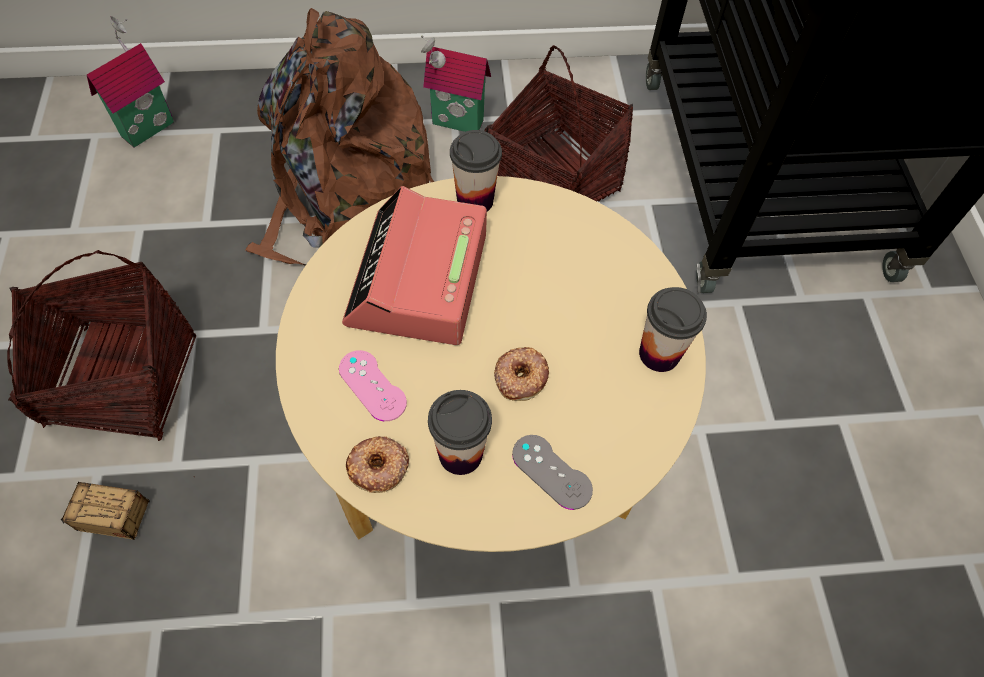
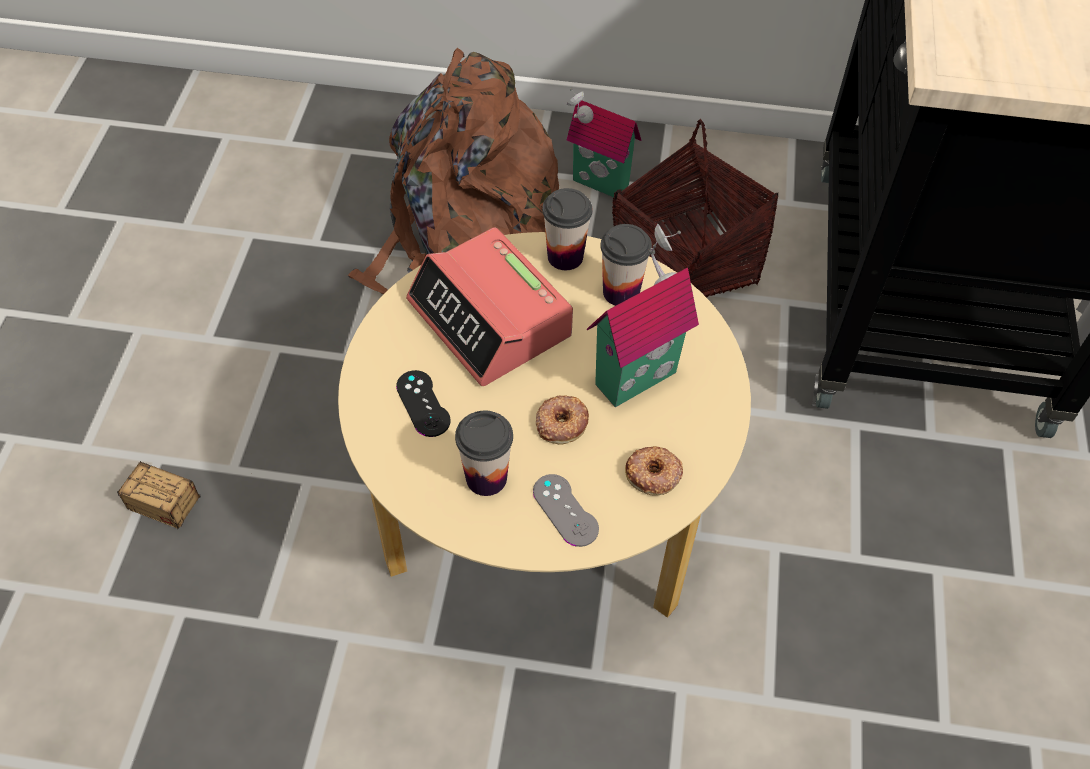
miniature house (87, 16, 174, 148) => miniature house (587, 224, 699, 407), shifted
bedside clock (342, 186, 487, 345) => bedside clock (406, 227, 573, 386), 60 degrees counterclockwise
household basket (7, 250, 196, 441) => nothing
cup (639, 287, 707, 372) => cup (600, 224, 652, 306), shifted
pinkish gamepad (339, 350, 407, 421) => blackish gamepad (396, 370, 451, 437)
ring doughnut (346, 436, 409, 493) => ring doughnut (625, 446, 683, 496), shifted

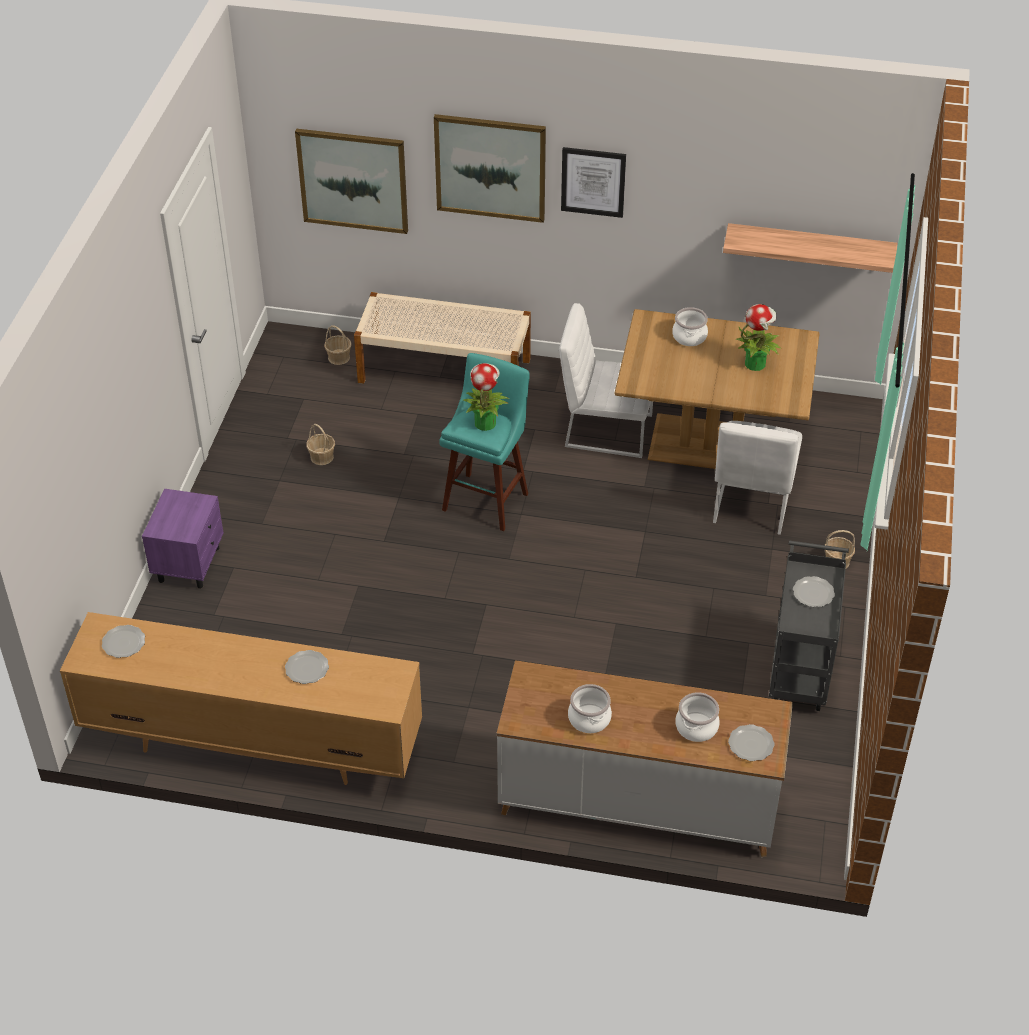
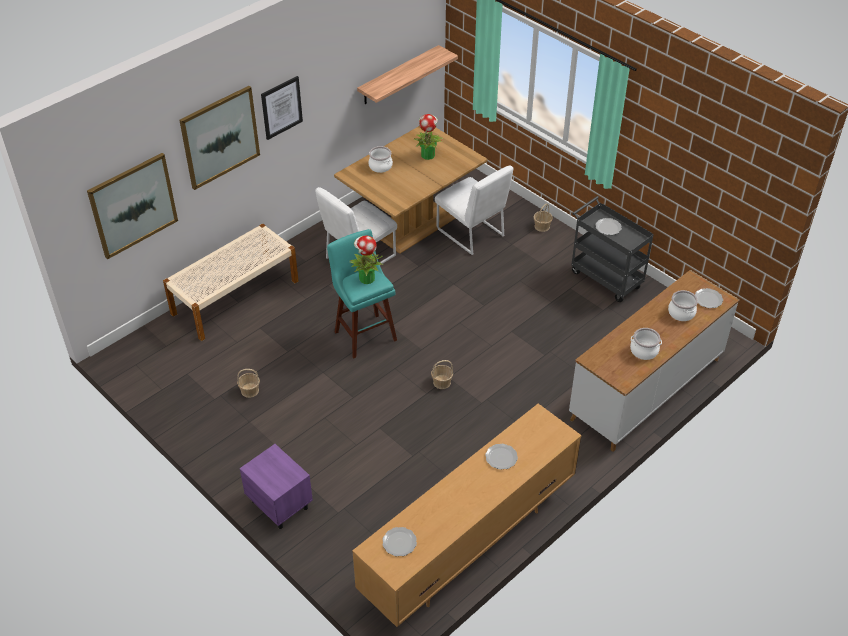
household basket (324, 325, 352, 365) => household basket (431, 360, 453, 389), shifted

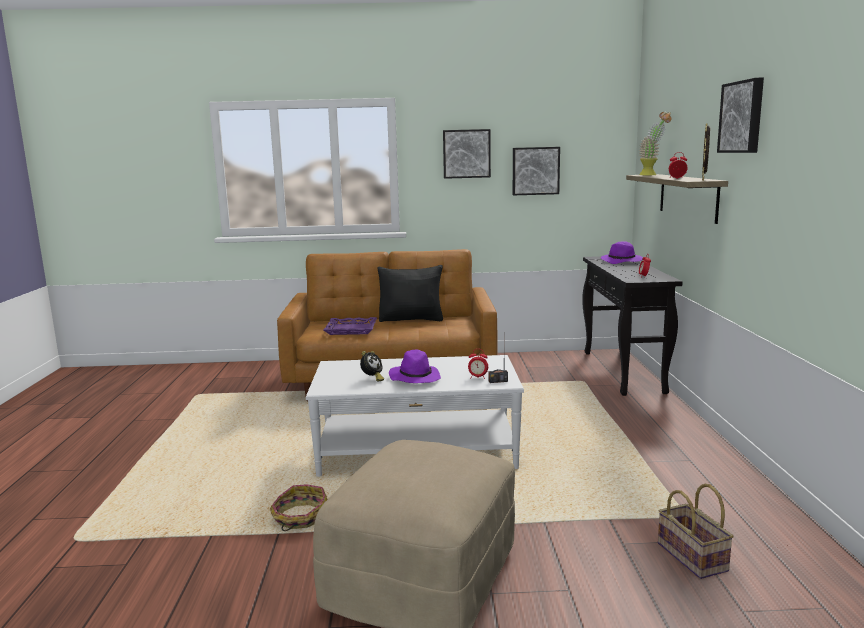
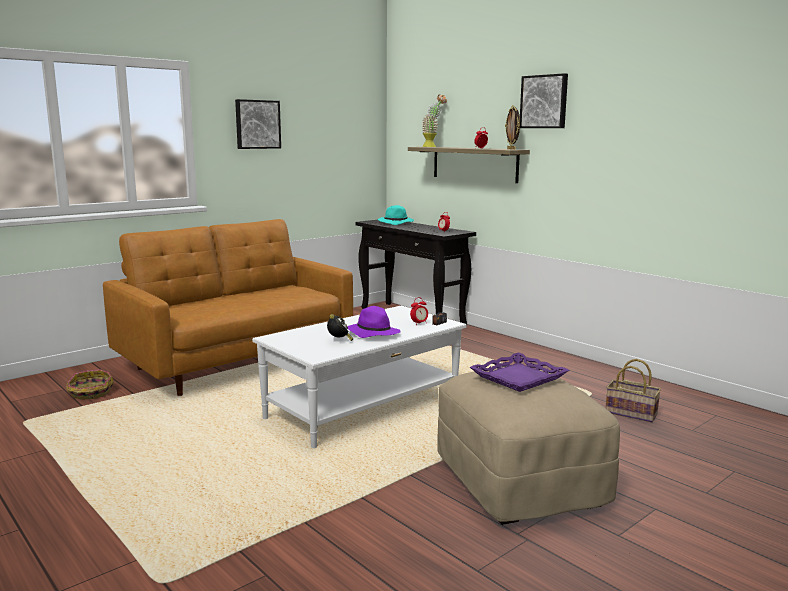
wall art (513, 147, 560, 195) => nothing
purple-coloured wearable hat (601, 242, 643, 264) => blue-green wearable hat (378, 205, 414, 225)
blackish pillow (378, 265, 443, 322) => nothing
purple-coloured serving tray (323, 317, 377, 335) => purple-coloured serving tray (470, 352, 569, 392), shifted
household basket (270, 484, 328, 531) => household basket (66, 369, 114, 400), shifted

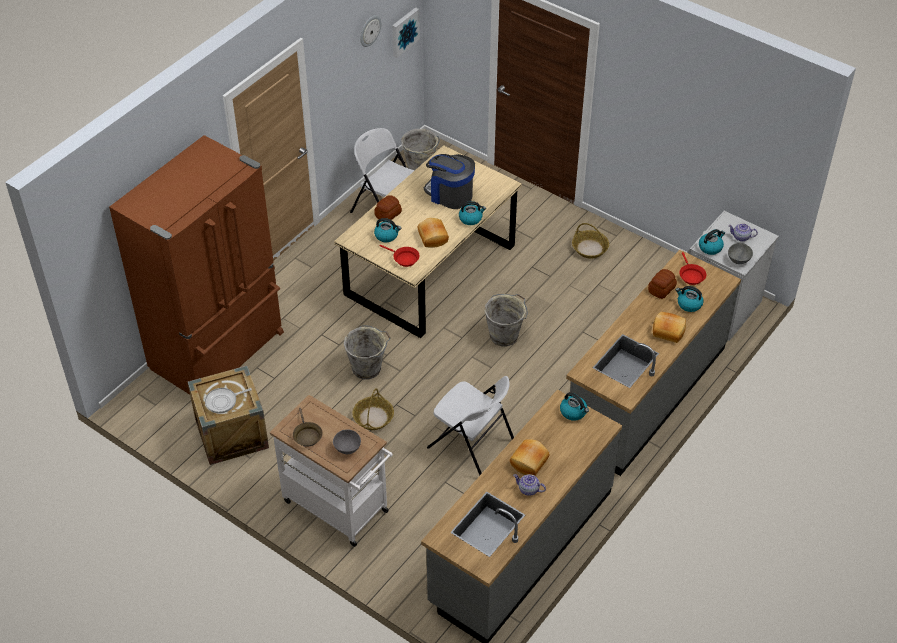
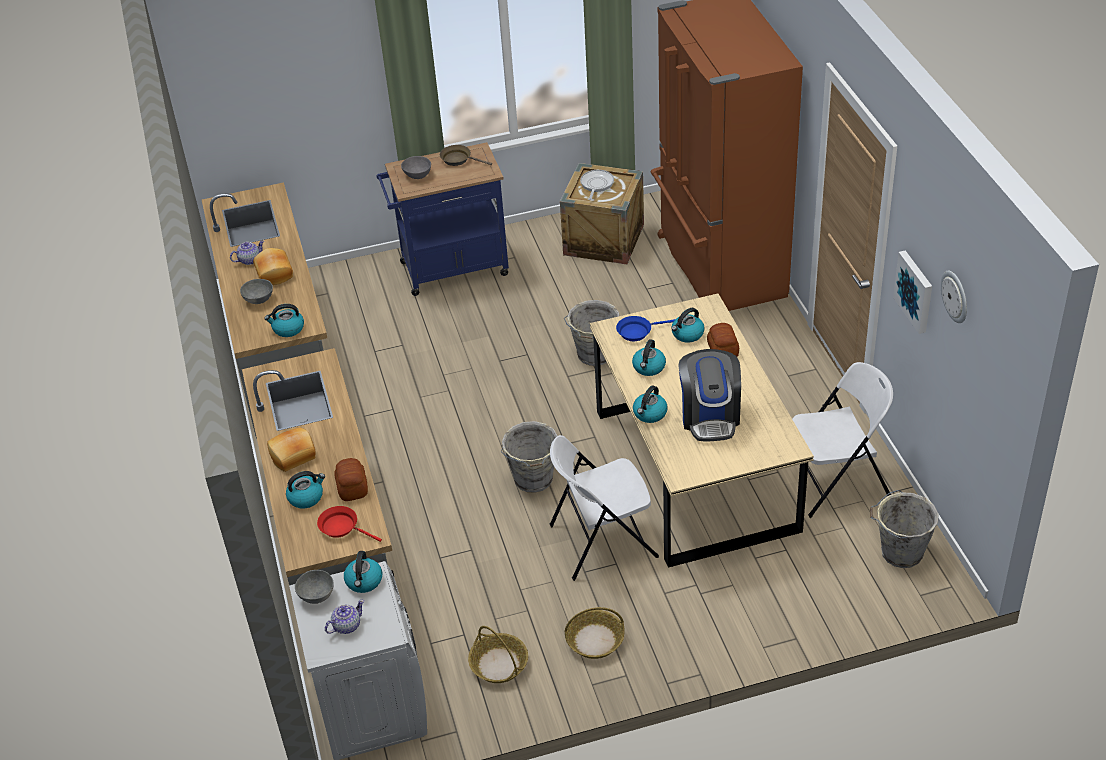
wall art (392, 7, 420, 58) => wall art (893, 250, 932, 334), shifted
coffee brewer (424, 154, 475, 209) => coffee brewer (678, 349, 741, 441), 105 degrees clockwise
baked bread (417, 218, 449, 248) => water kettle (632, 339, 666, 376)
red-coloured skillet (380, 245, 419, 267) => blue-coloured skillet (616, 316, 675, 341)
white upright chair (427, 376, 514, 475) => white upright chair (550, 435, 659, 581), shifted
household basket (352, 388, 394, 430) => household basket (468, 626, 528, 683), shifted
white wheeled cart (270, 395, 393, 547) => blue-coloured wheeled cart (376, 142, 509, 296)
nothing => gray bowl (240, 279, 273, 304)

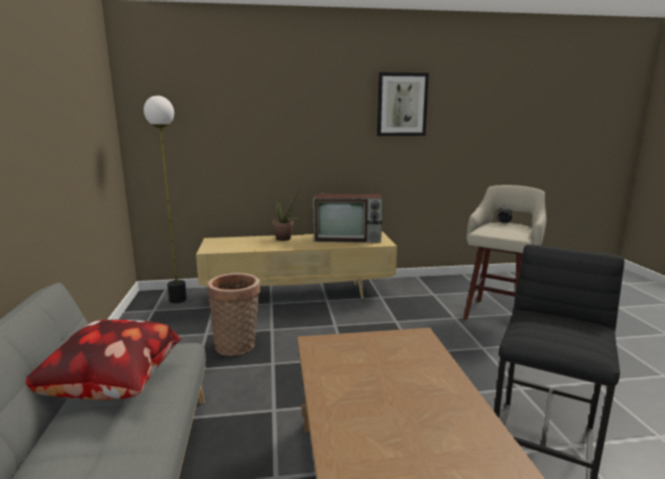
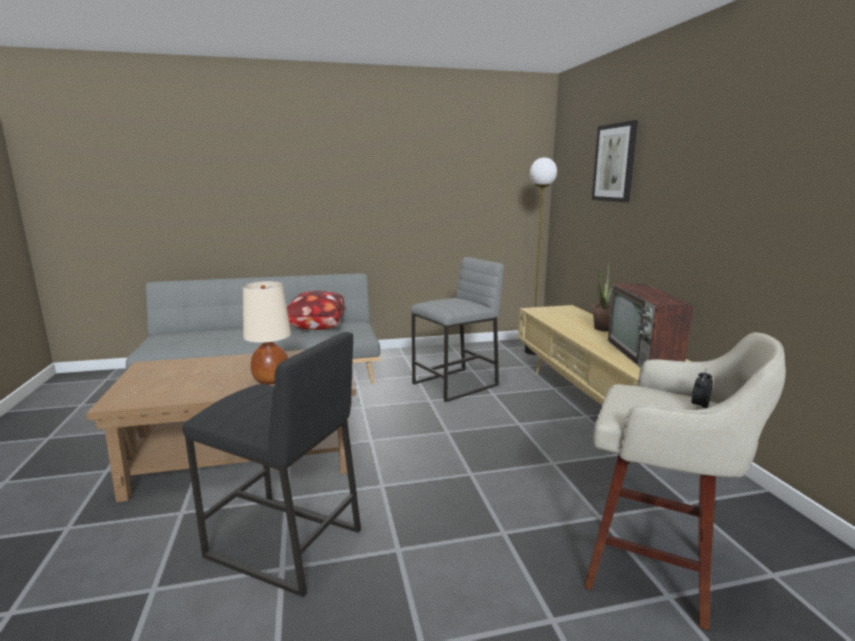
wall art (377, 72, 429, 136) => wall art (592, 120, 638, 202), shifted
household basket (207, 273, 260, 356) => gray sitting stool (411, 257, 504, 402)
nothing => sand-coloured table lamp (243, 281, 291, 385)

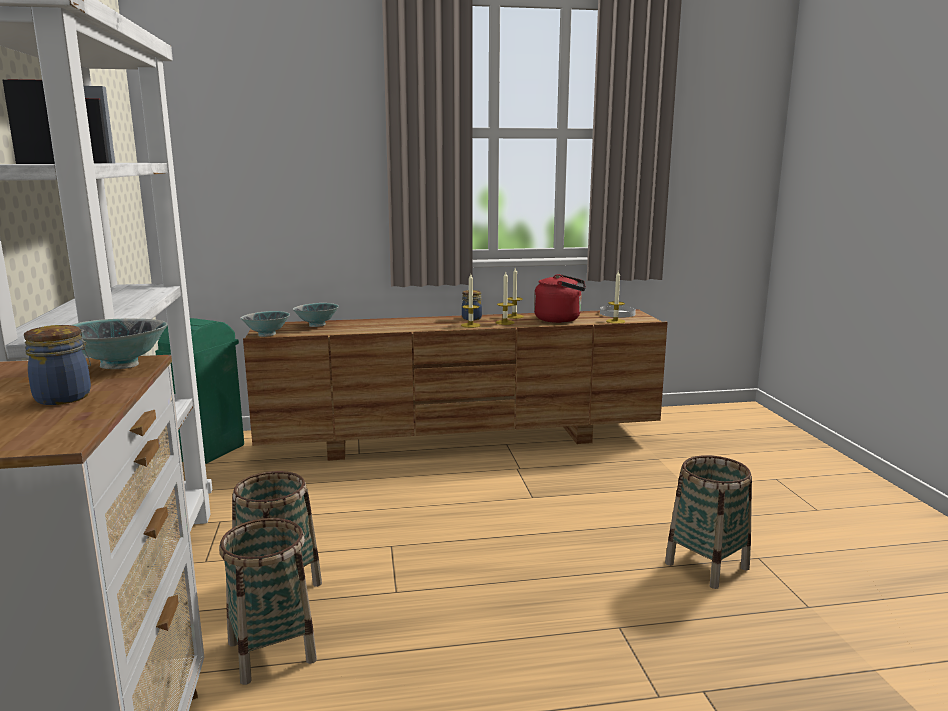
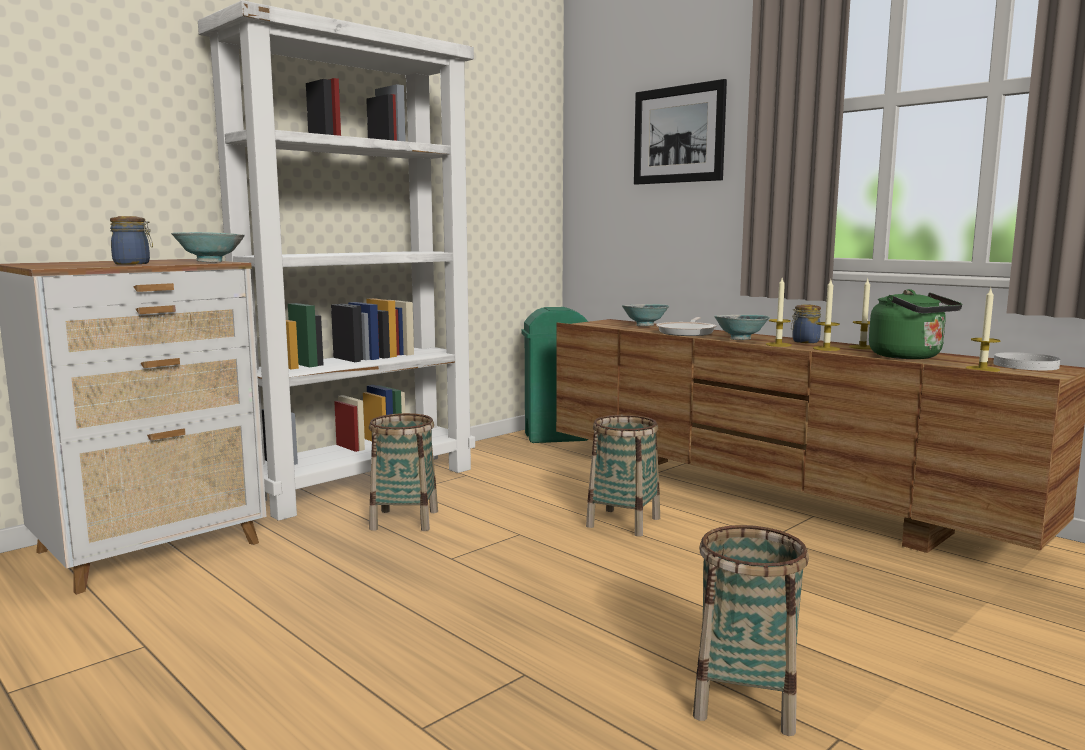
red-coloured water kettle (534, 274, 586, 323) => green water kettle (869, 289, 962, 359)
bowl (241, 311, 290, 337) => bowl (714, 315, 770, 340), shifted
household basket (219, 518, 317, 685) => household basket (586, 415, 660, 536), shifted
nothing => wall art (634, 79, 727, 185)
nothing => skillet (656, 317, 716, 336)

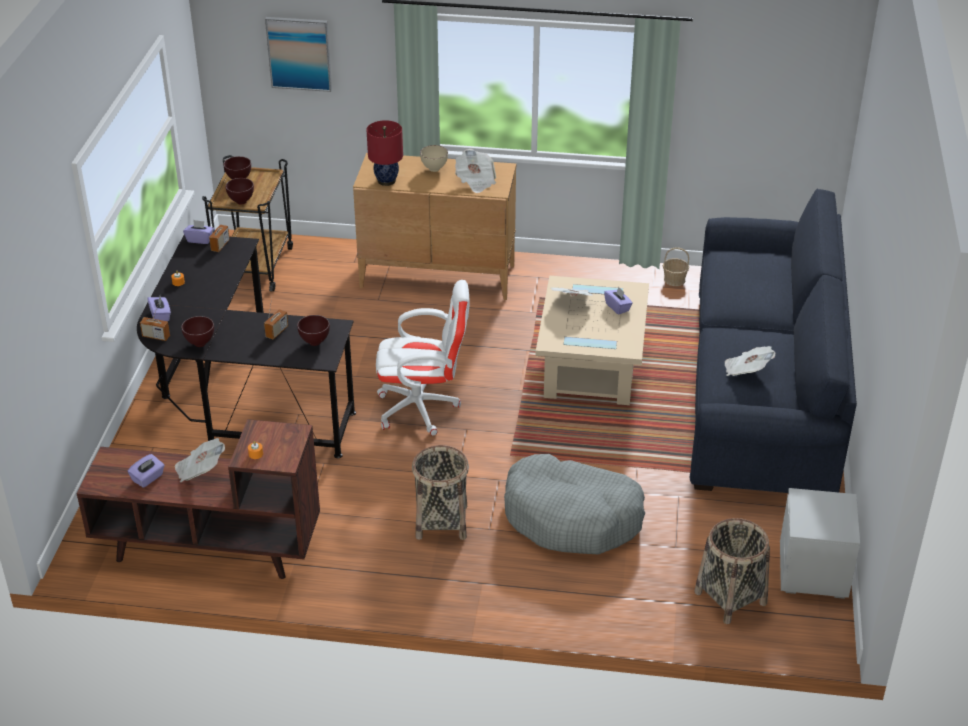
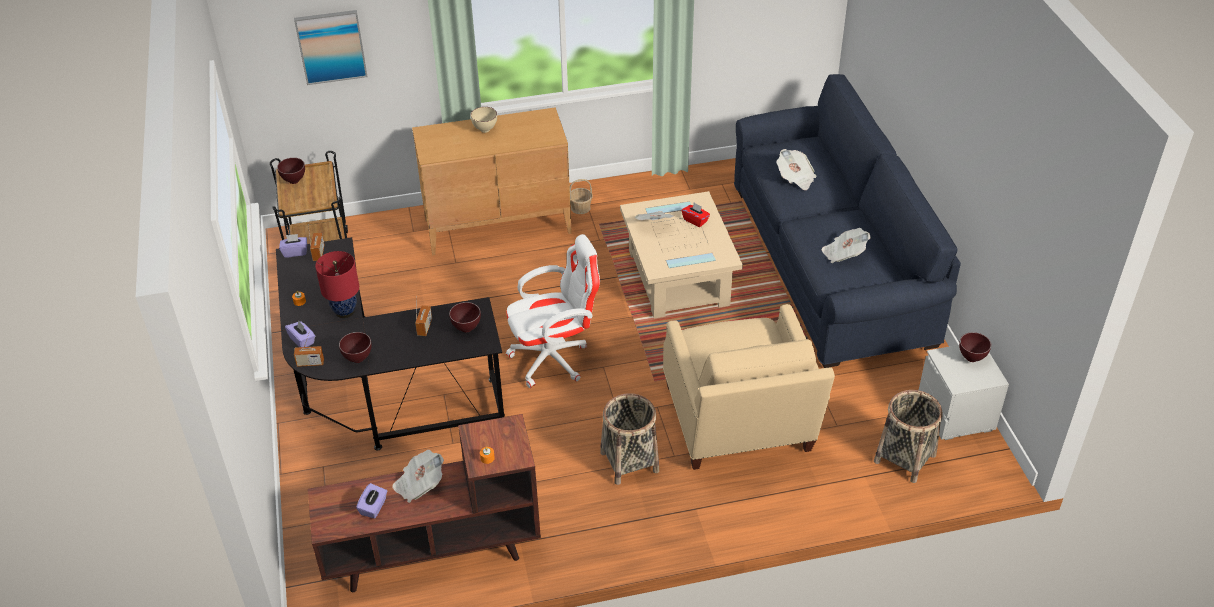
red-coloured table lamp (367, 120, 403, 186) => red-coloured table lamp (315, 251, 359, 318), shifted
printed paper (455, 149, 496, 193) => printed paper (776, 149, 816, 190), shifted
brownish bowl (225, 178, 254, 205) => brownish bowl (959, 332, 991, 362), shifted
household basket (663, 247, 689, 286) => household basket (570, 179, 593, 214), shifted
purple-coloured tissue holder (604, 287, 633, 315) => red-coloured tissue holder (682, 203, 710, 227)
gray dog cushion (504, 454, 645, 555) => sand-coloured easy chair (663, 304, 835, 470)

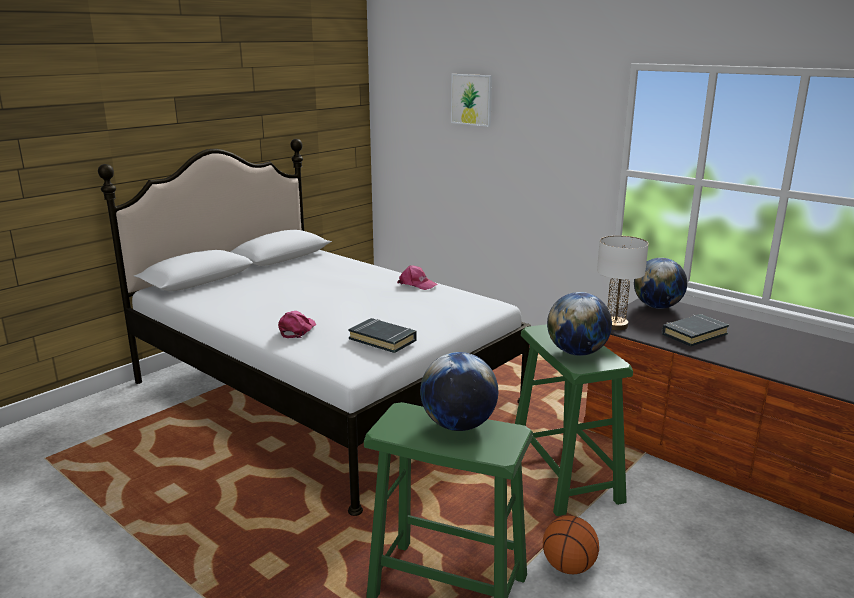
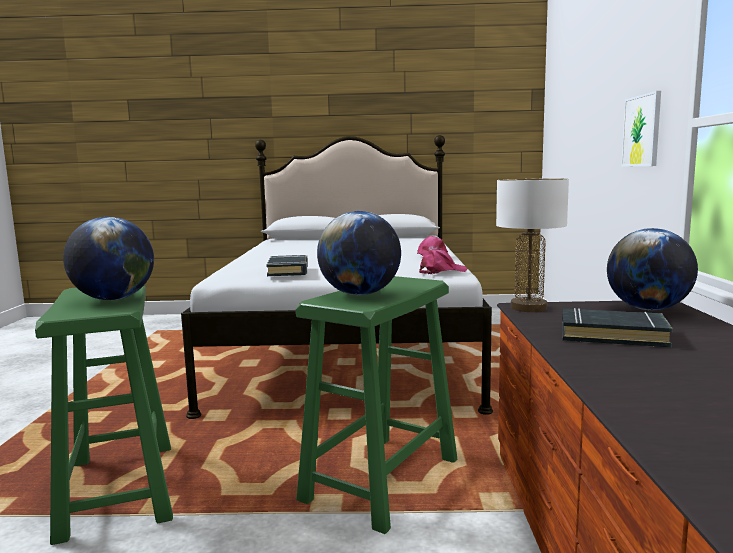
wall art (451, 74, 492, 127) => wall art (621, 91, 661, 167), shifted
pinkish peaked cap (278, 311, 316, 338) => pinkish peaked cap (419, 249, 467, 274), shifted
basketball (543, 516, 599, 574) => nothing

